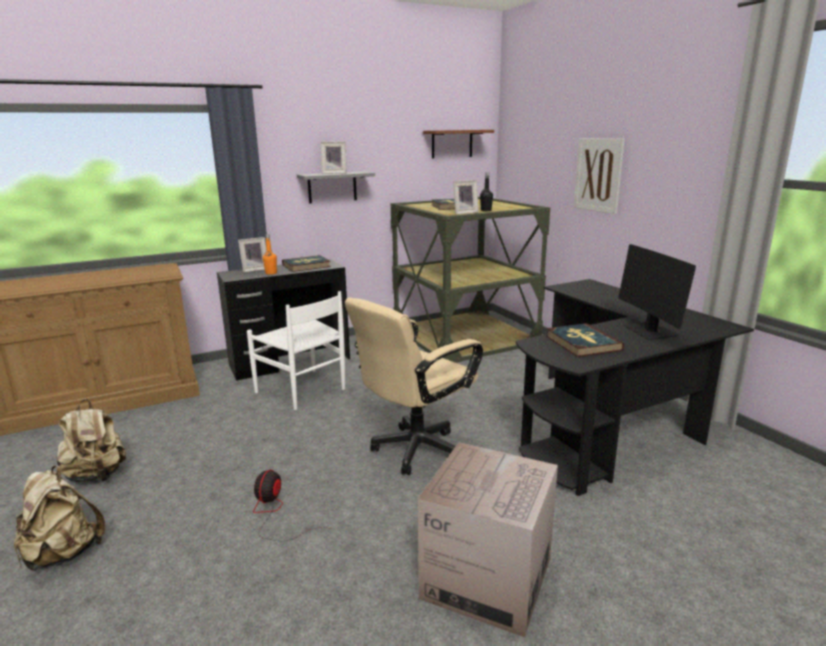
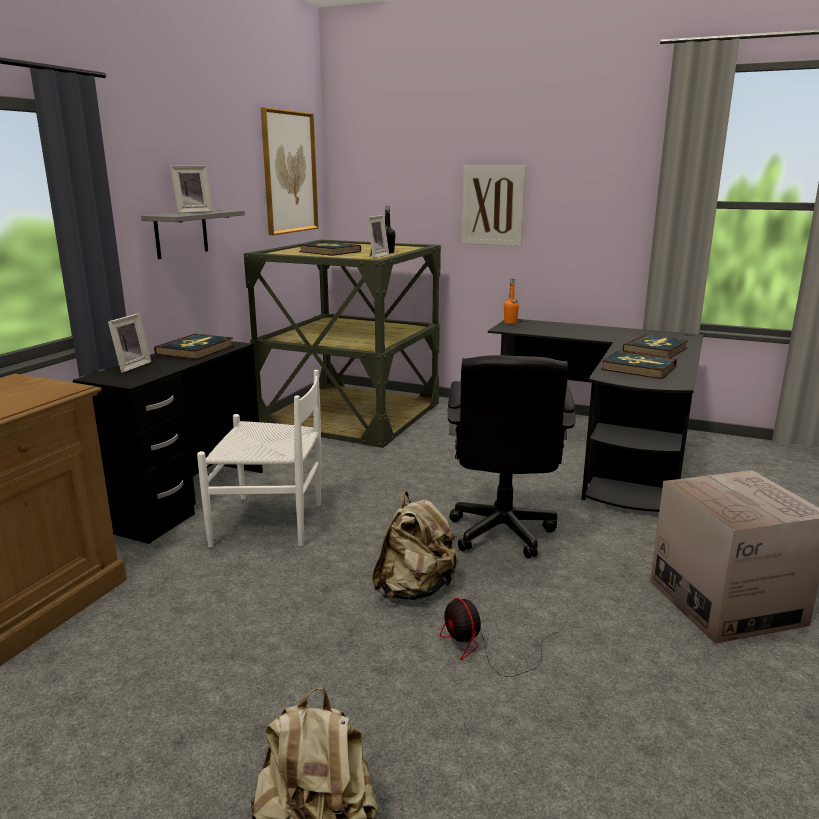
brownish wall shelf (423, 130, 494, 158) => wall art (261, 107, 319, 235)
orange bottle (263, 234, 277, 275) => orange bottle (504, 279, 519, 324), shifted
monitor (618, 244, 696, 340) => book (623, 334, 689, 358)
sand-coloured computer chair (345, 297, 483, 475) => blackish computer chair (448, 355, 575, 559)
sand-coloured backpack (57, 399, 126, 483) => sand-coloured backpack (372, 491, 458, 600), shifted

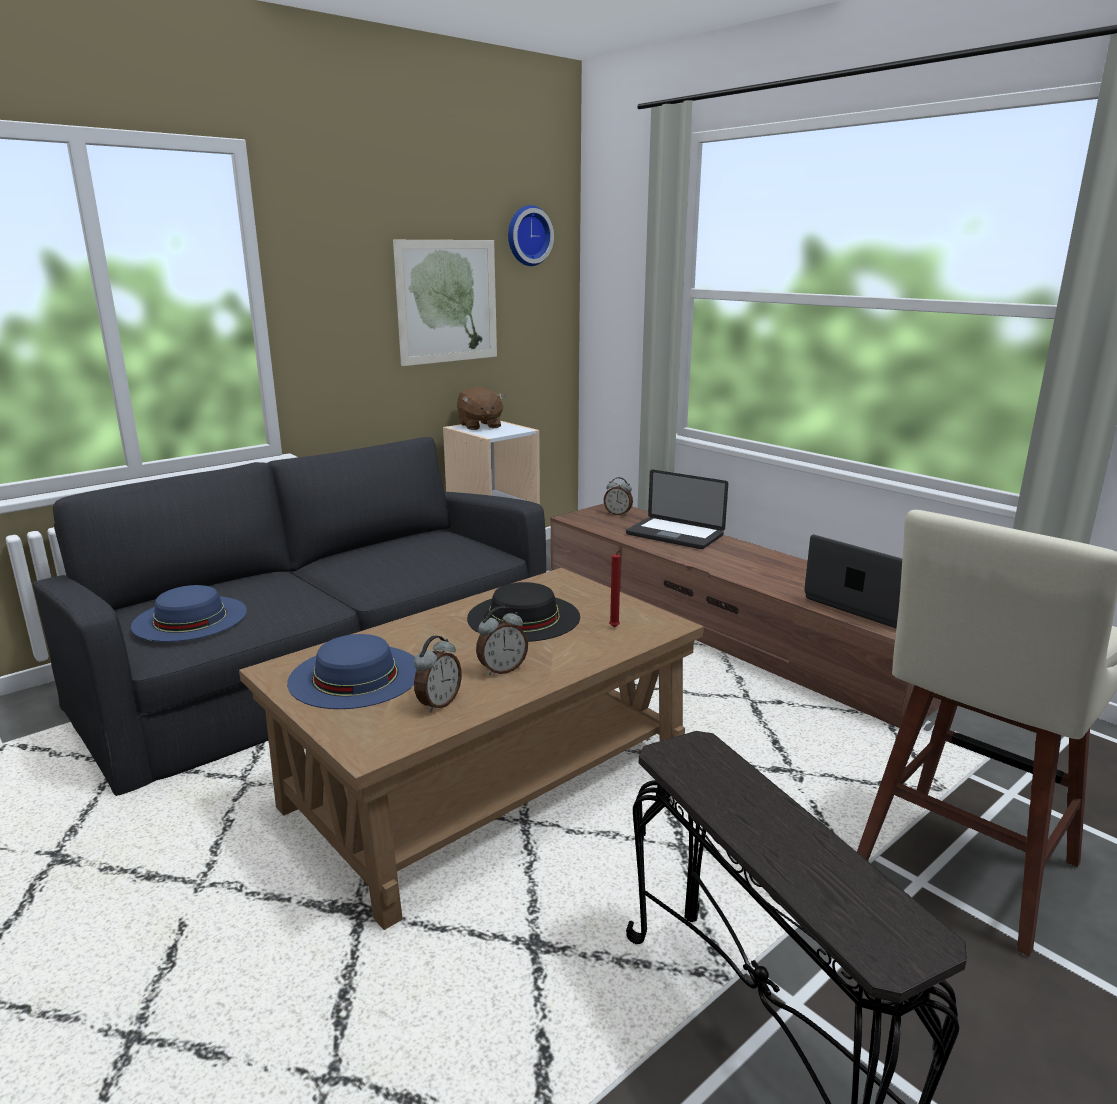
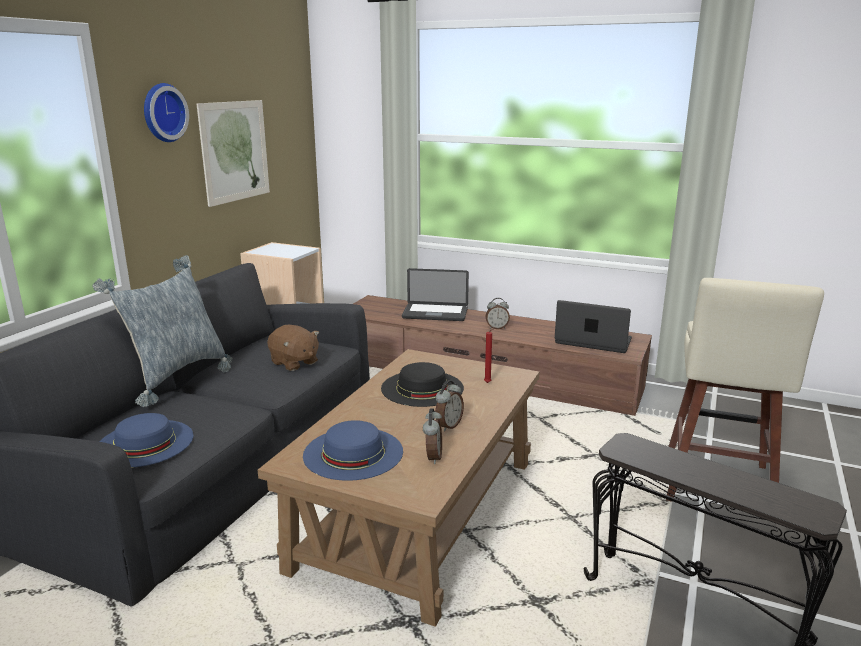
hanging clock (508, 205, 554, 266) => hanging clock (144, 83, 189, 142), shifted
brownish soft toy (457, 387, 505, 430) => brownish soft toy (267, 325, 319, 371), shifted
bedside clock (604, 477, 633, 516) => bedside clock (486, 298, 510, 329), shifted
nothing => pillow (92, 255, 232, 407)

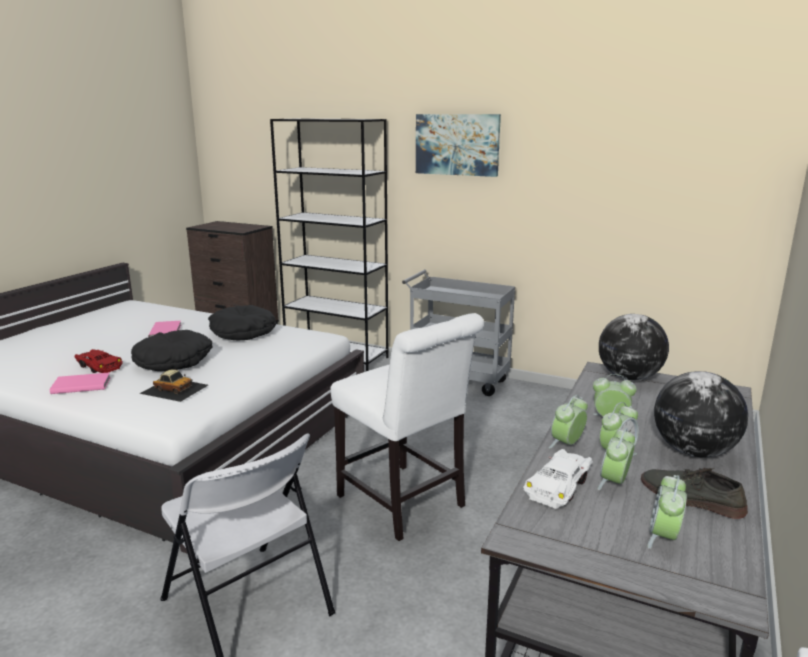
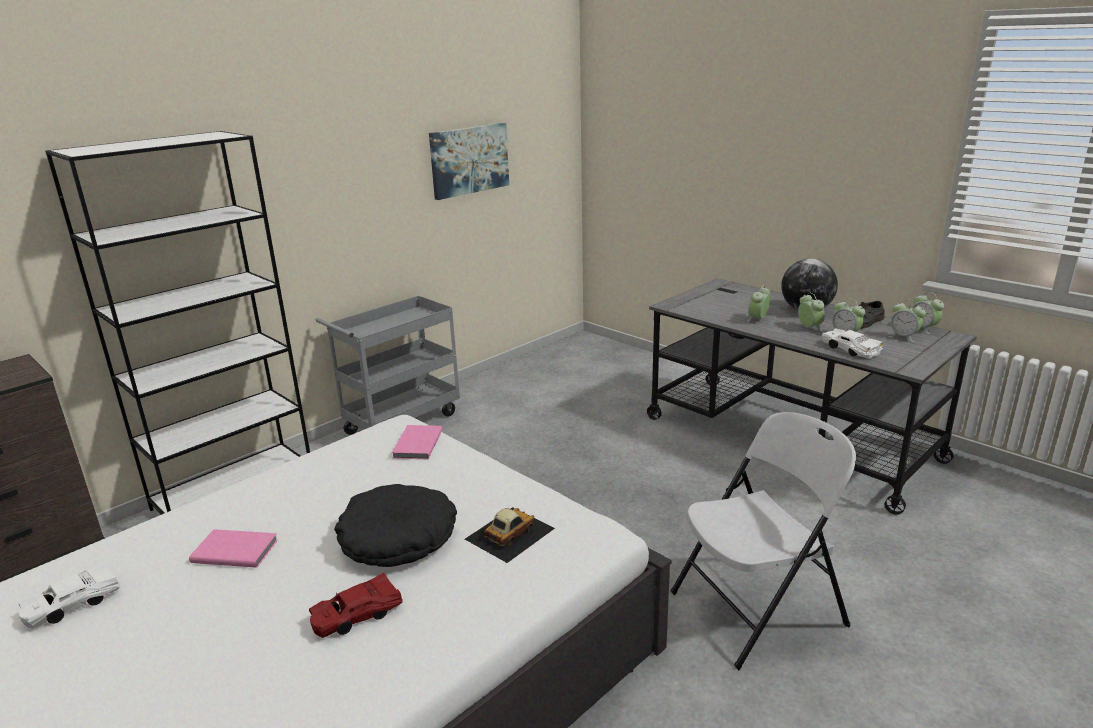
wall art (416, 114, 501, 177) => wall art (429, 123, 509, 200), shifted
blackish pillow (208, 305, 276, 340) => nothing
white upright chair (331, 313, 484, 541) => nothing
globe (599, 314, 669, 380) => nothing
pinkish book (50, 372, 111, 394) => pinkish book (392, 425, 442, 459), shifted
bedside clock (549, 395, 588, 449) => bedside clock (912, 292, 944, 334), shifted
nothing => white model car (18, 562, 120, 629)

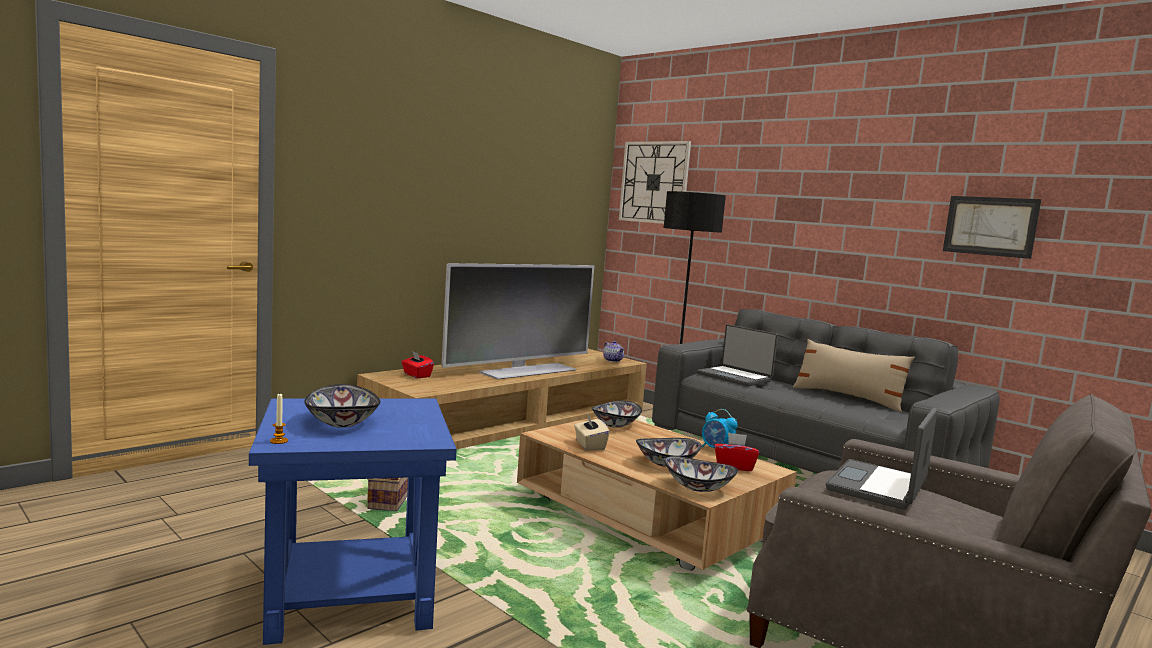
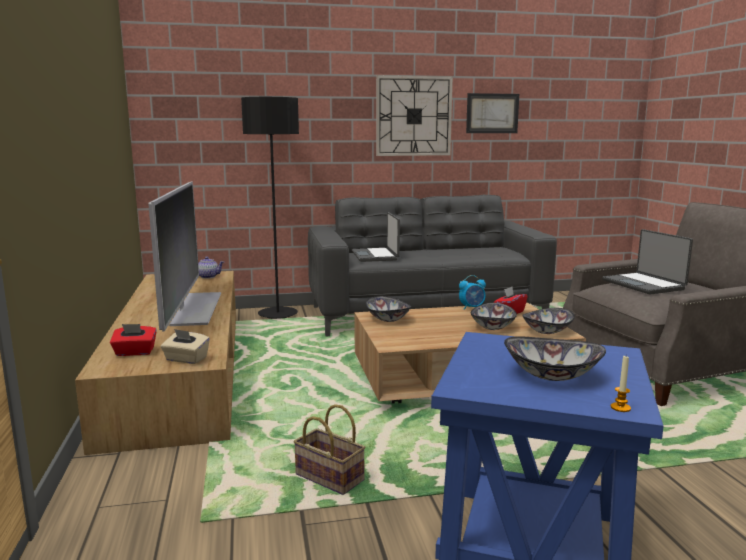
hanging clock (619, 141, 691, 224) => hanging clock (376, 75, 453, 156), shifted
portable computer (697, 324, 778, 386) => portable computer (352, 212, 400, 262), 90 degrees clockwise
sand-coloured pillow (793, 339, 915, 412) => nothing
sand-coloured tissue holder (574, 414, 609, 451) => sand-coloured tissue holder (161, 329, 210, 364), shifted

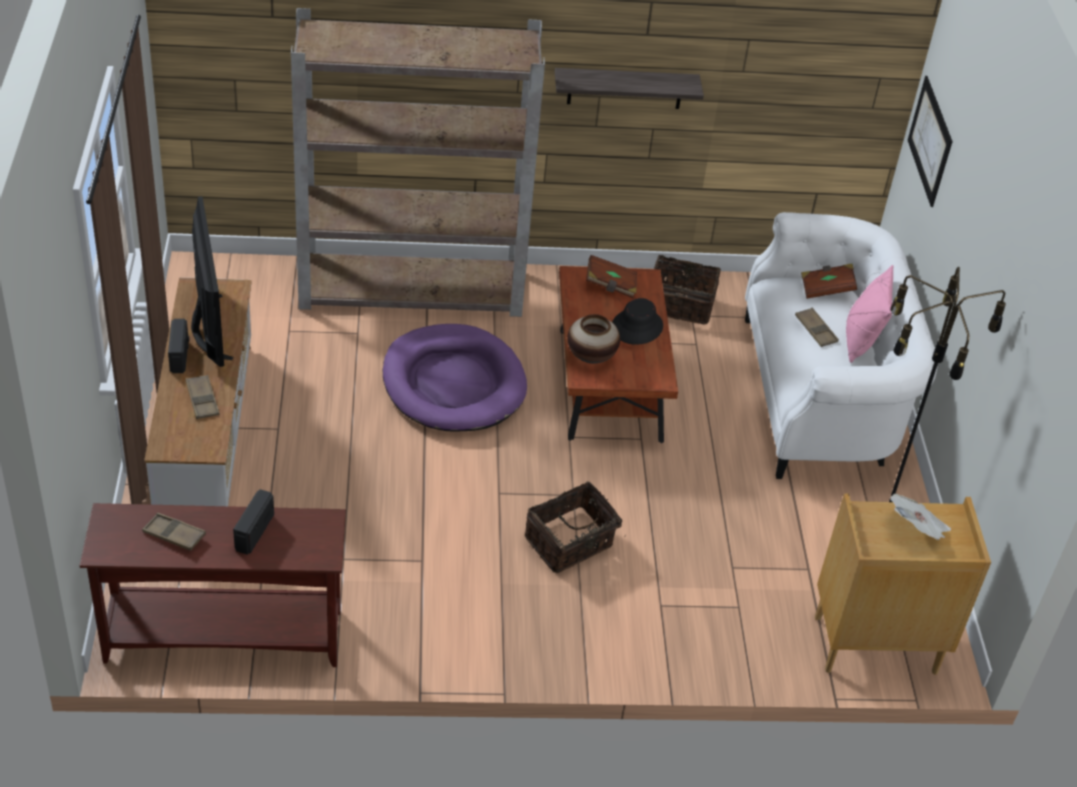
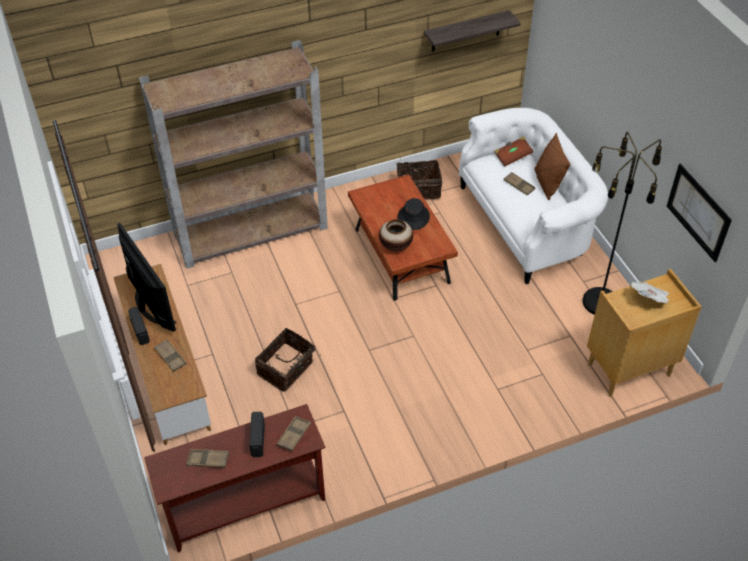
wall shelf (555, 68, 704, 109) => wall shelf (424, 10, 521, 51), shifted
wall art (908, 76, 953, 207) => wall art (667, 164, 732, 262), shifted
brownish book (586, 255, 637, 298) => nothing
pinkish pillow (846, 265, 893, 363) => brownish pillow (534, 133, 570, 200)
purple-coloured dog cushion (383, 324, 527, 432) => nothing
household basket (525, 481, 626, 573) => household basket (255, 328, 315, 392), shifted
nothing => brownish serving tray (277, 416, 311, 451)

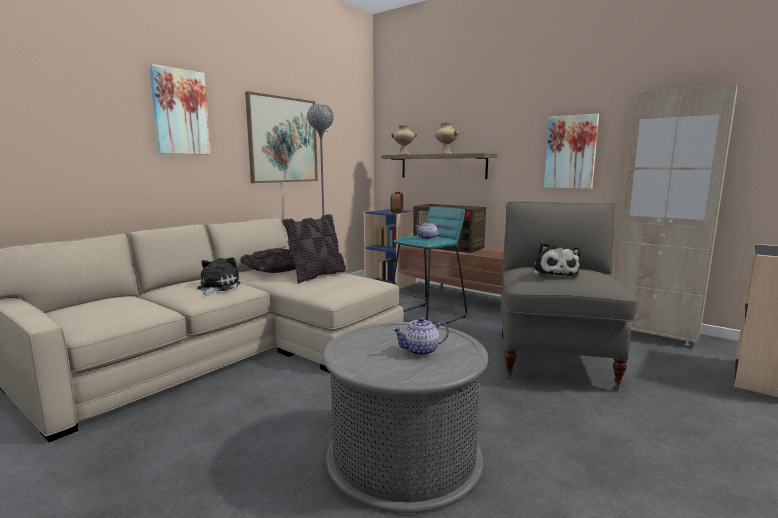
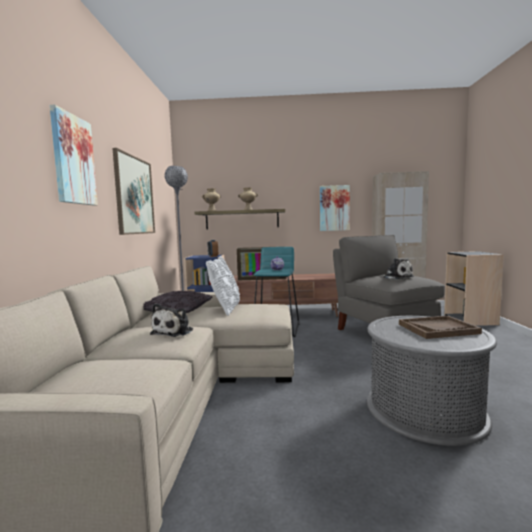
blackish pillow (282, 214, 346, 284) => white pillow (206, 256, 240, 316)
soft toy (197, 257, 241, 295) => soft toy (150, 303, 193, 337), 135 degrees counterclockwise
tea pot (392, 317, 449, 356) => brownish serving tray (399, 316, 482, 339)

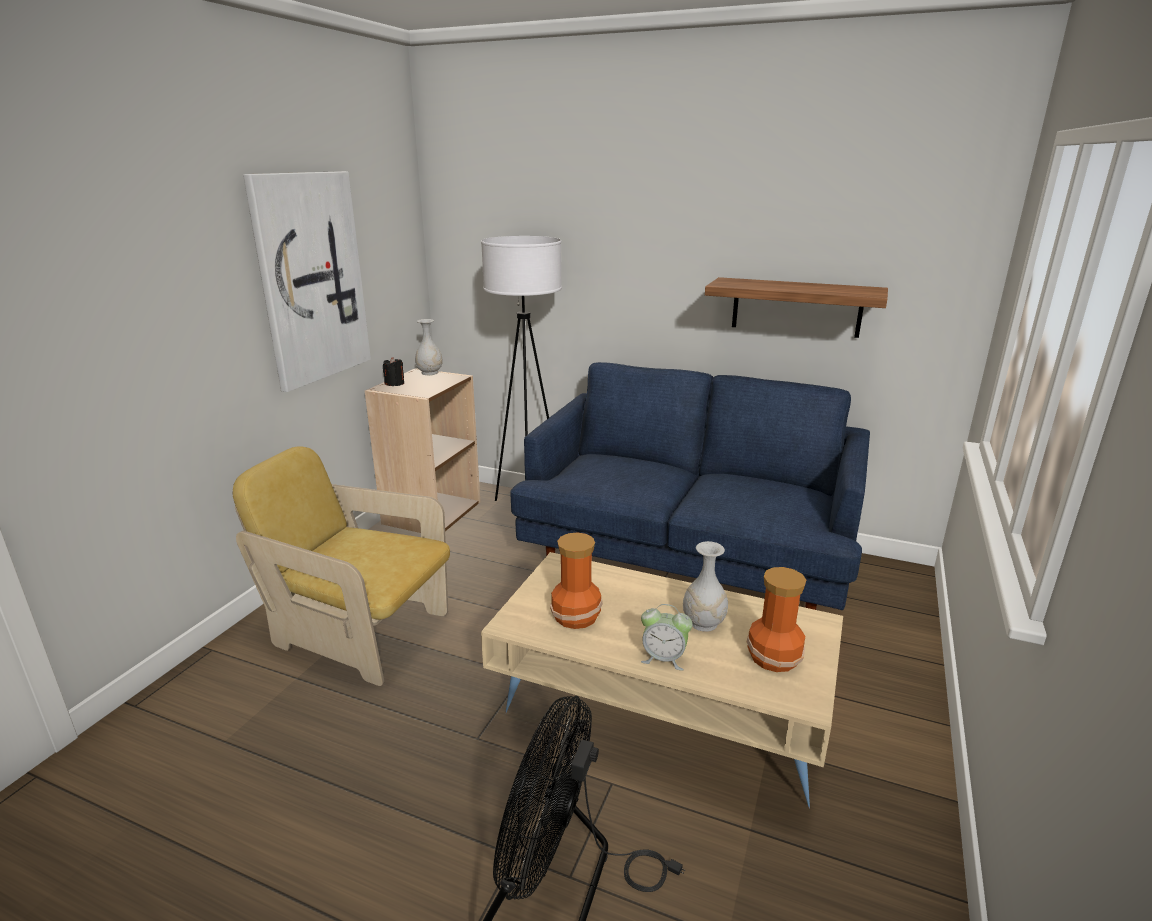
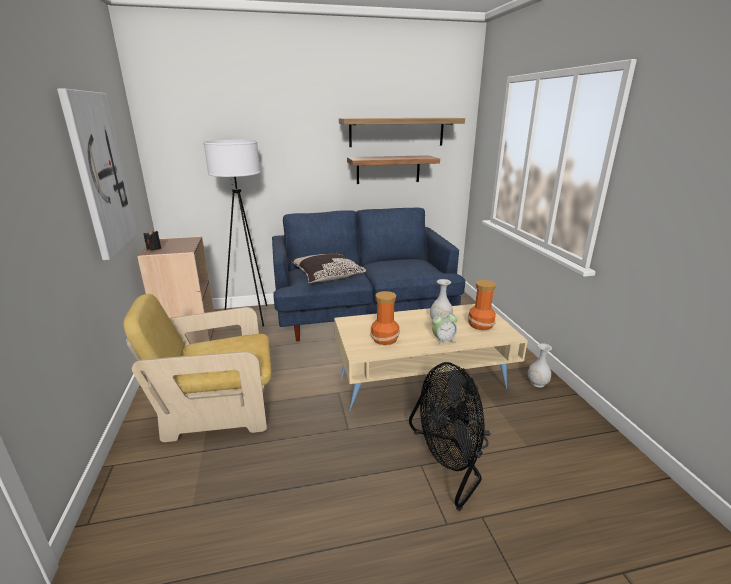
white decorative vase (415, 319, 443, 375) => white decorative vase (528, 343, 552, 387), shifted
nothing => wall shelf (339, 118, 465, 147)
nothing => pillow (291, 254, 366, 283)

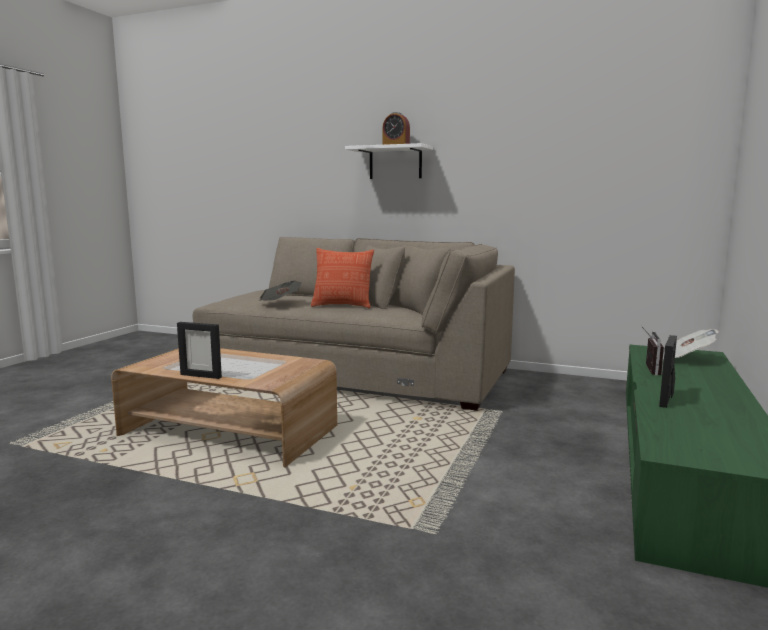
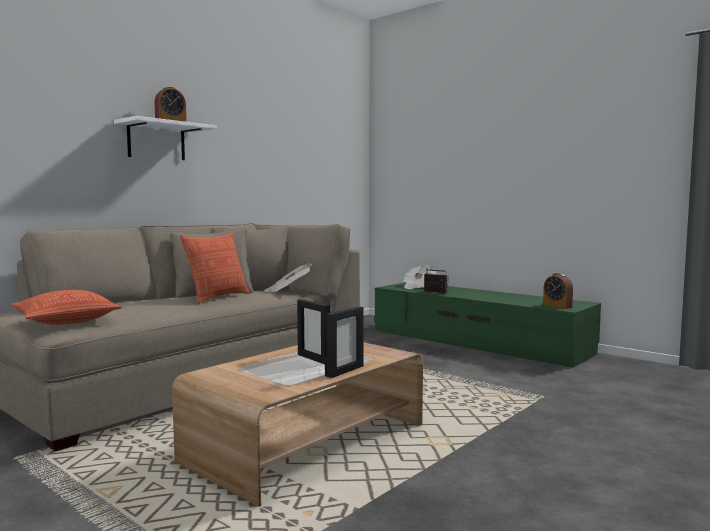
printed paper (259, 280, 302, 301) => printed paper (264, 263, 312, 292), shifted
photo frame (659, 335, 677, 408) => photo frame (297, 299, 330, 364), shifted
nothing => bedside clock (543, 273, 573, 309)
nothing => orange pillow (11, 290, 122, 325)

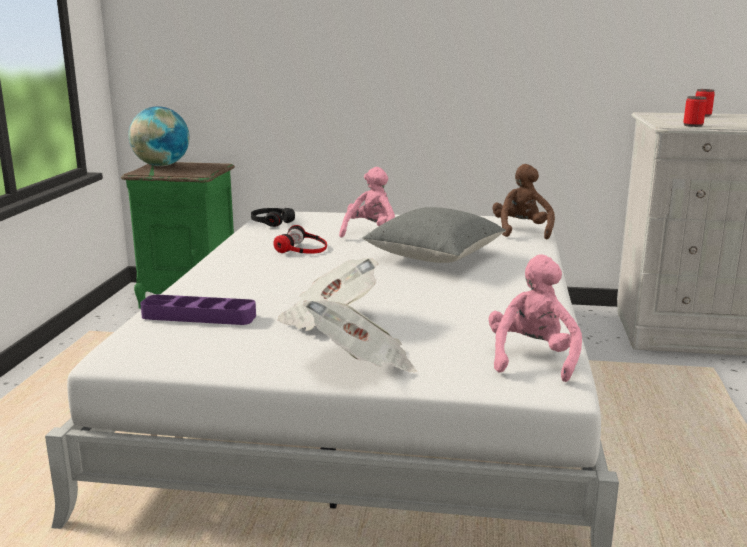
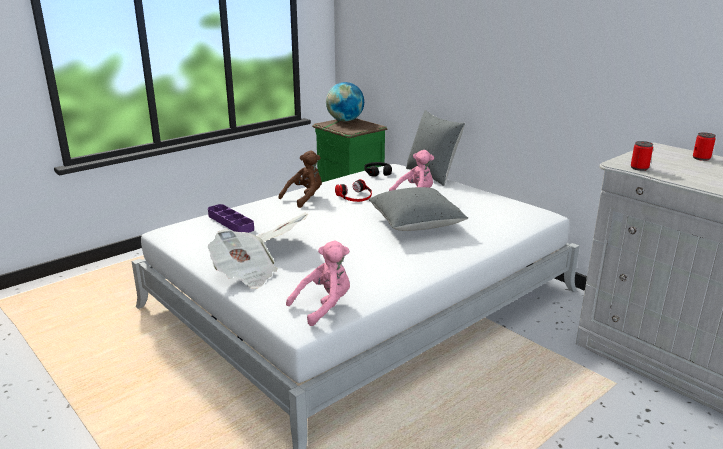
brownish soft toy (492, 164, 555, 240) => brownish soft toy (279, 151, 322, 208), shifted
nothing => gray pillow (406, 110, 465, 186)

